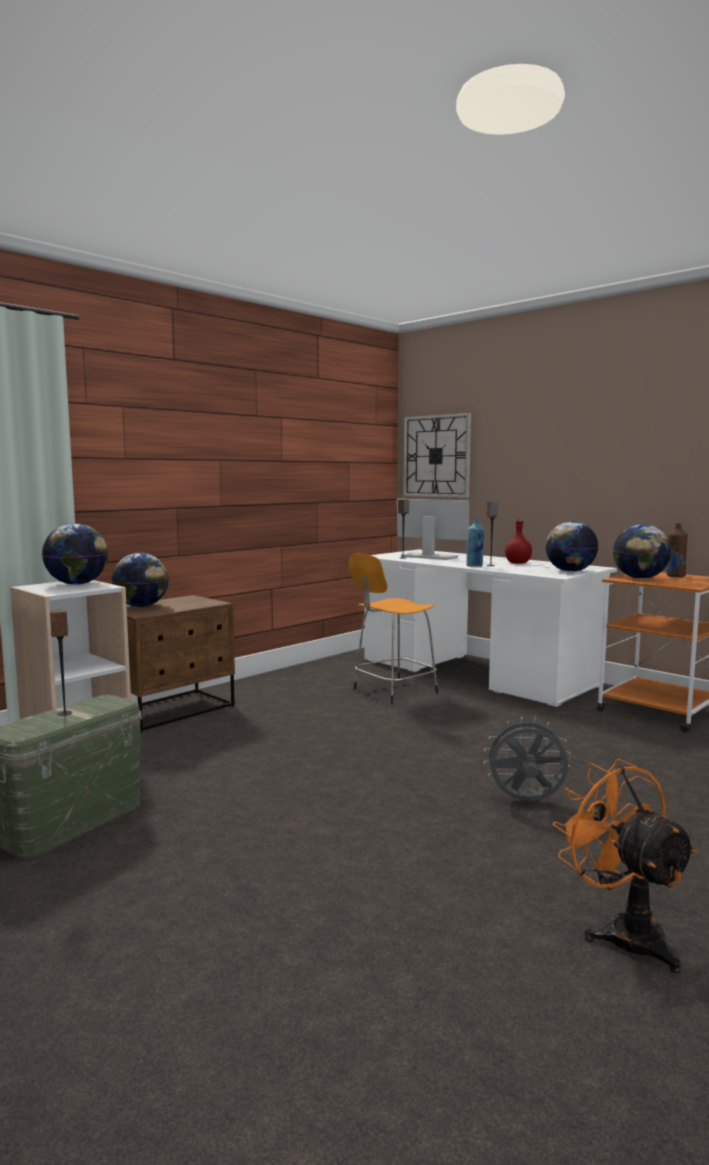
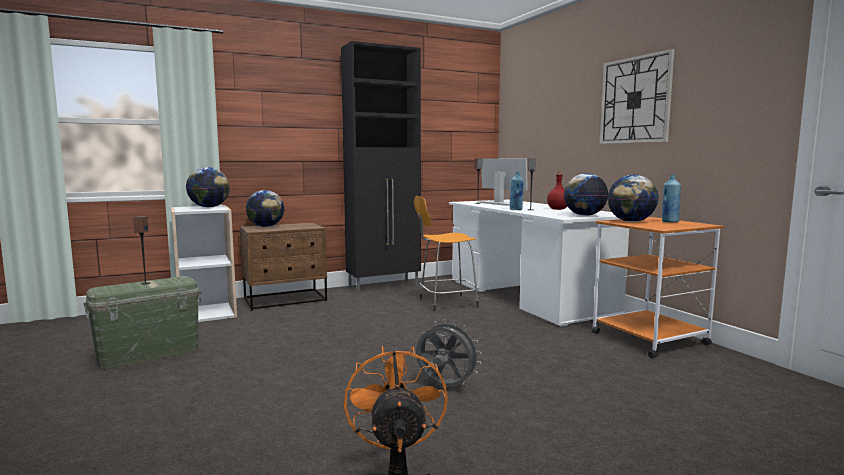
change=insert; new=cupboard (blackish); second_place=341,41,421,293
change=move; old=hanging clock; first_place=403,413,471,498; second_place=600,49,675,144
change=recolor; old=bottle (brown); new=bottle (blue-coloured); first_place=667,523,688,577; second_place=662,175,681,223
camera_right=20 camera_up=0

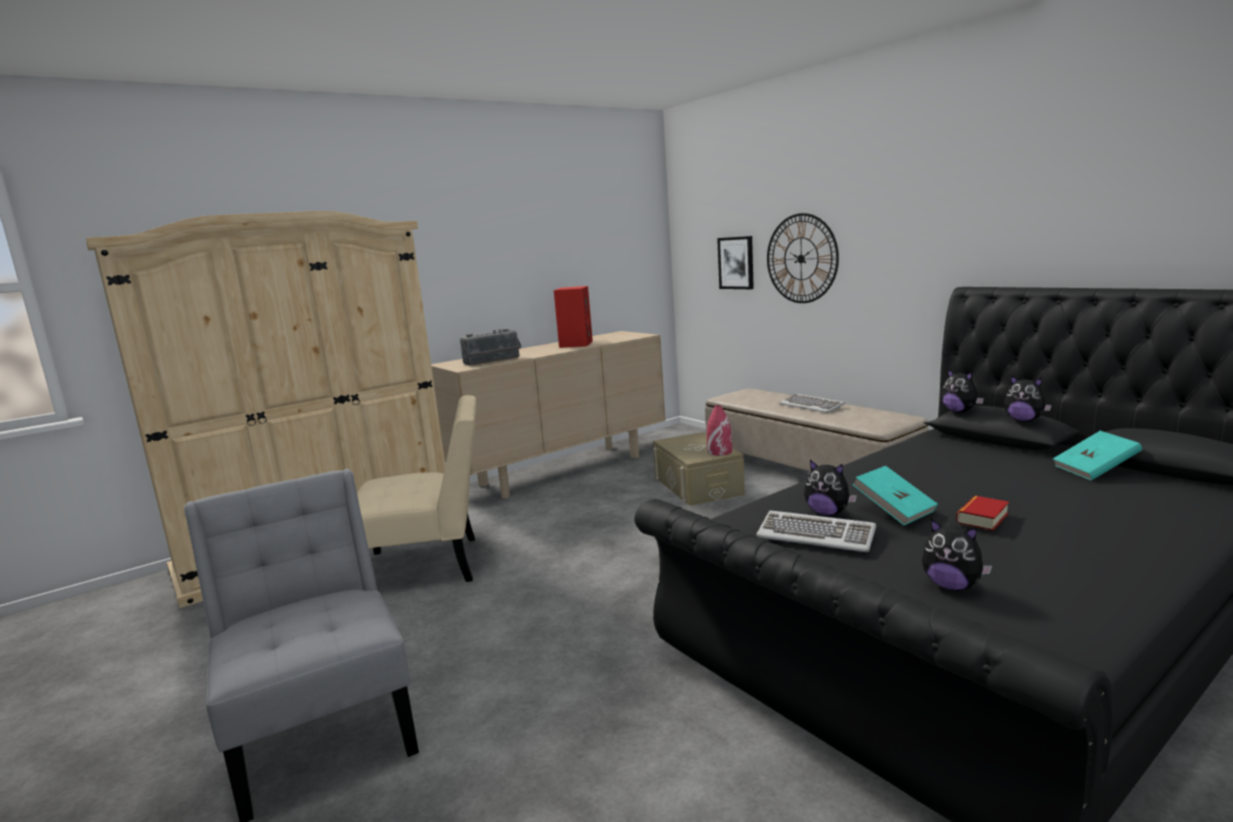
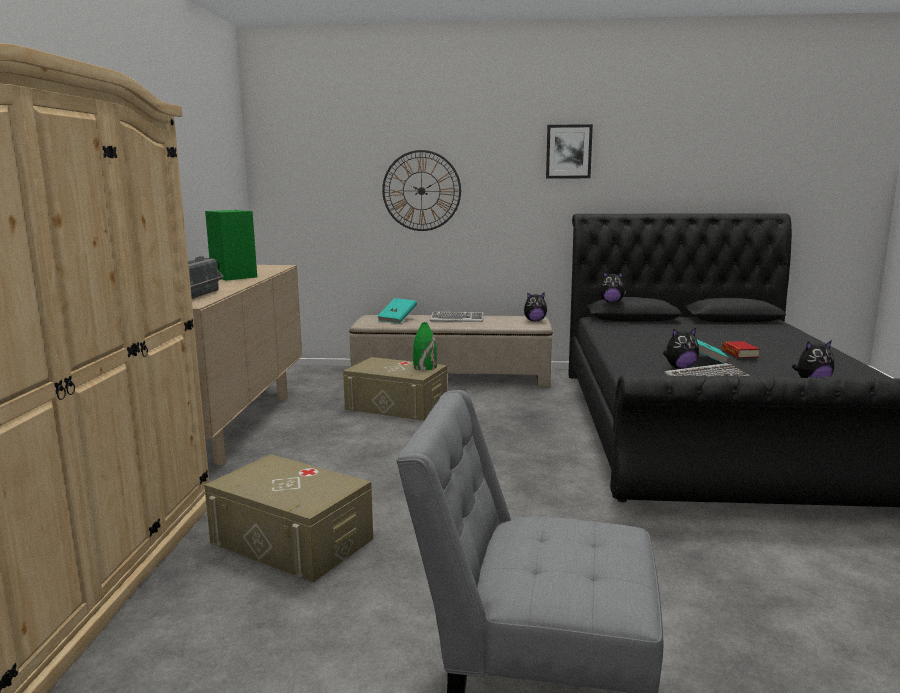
change=replace; old=upright chair (beige-coloured); new=storage box (beige-coloured); first_place=357,395,476,582; second_place=204,454,373,582
change=recolor; old=speaker (reddish); new=speaker (green-coloured); first_place=554,286,593,348; second_place=205,210,257,281
change=move; old=volume (turquoise-coloured); first_place=1053,431,1142,481; second_place=377,298,417,323
change=recolor; old=vase (reddish); new=vase (green-coloured); first_place=707,405,732,456; second_place=413,322,437,370
change=move; old=soft toy; first_place=1004,375,1052,422; second_place=524,292,547,321
change=move; old=wall picture; first_place=717,236,754,289; second_place=546,124,593,179
camera_right=-50 camera_up=0

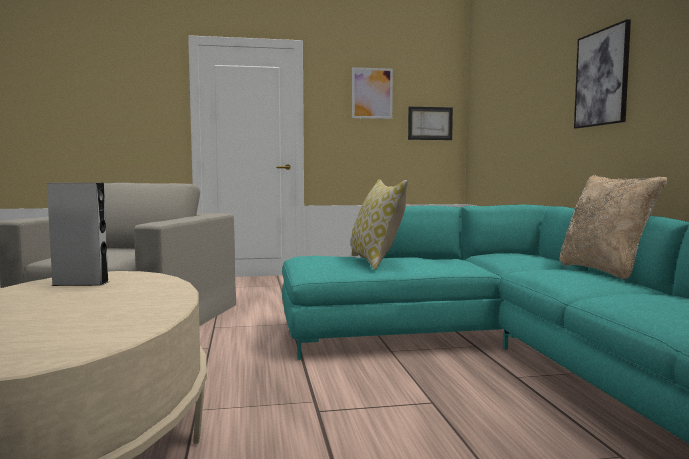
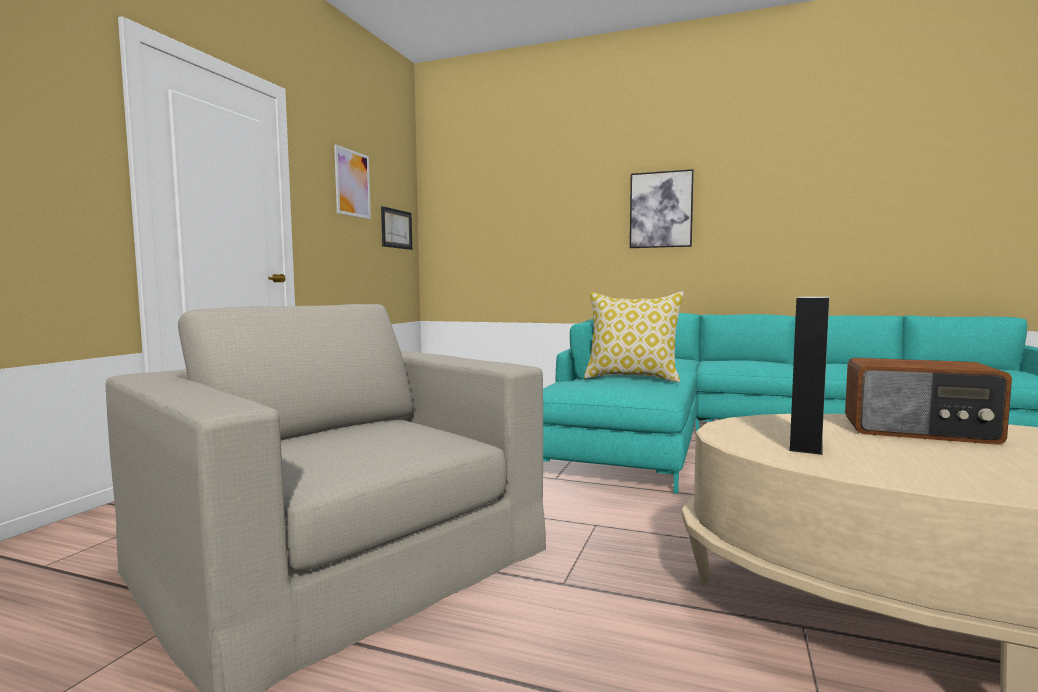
change=insert; new=radio receiver; second_place=845,358,1012,445
change=delete; old=throw pillow (beige-coloured); first_place=560,175,667,279
camera_right=-60 camera_up=0

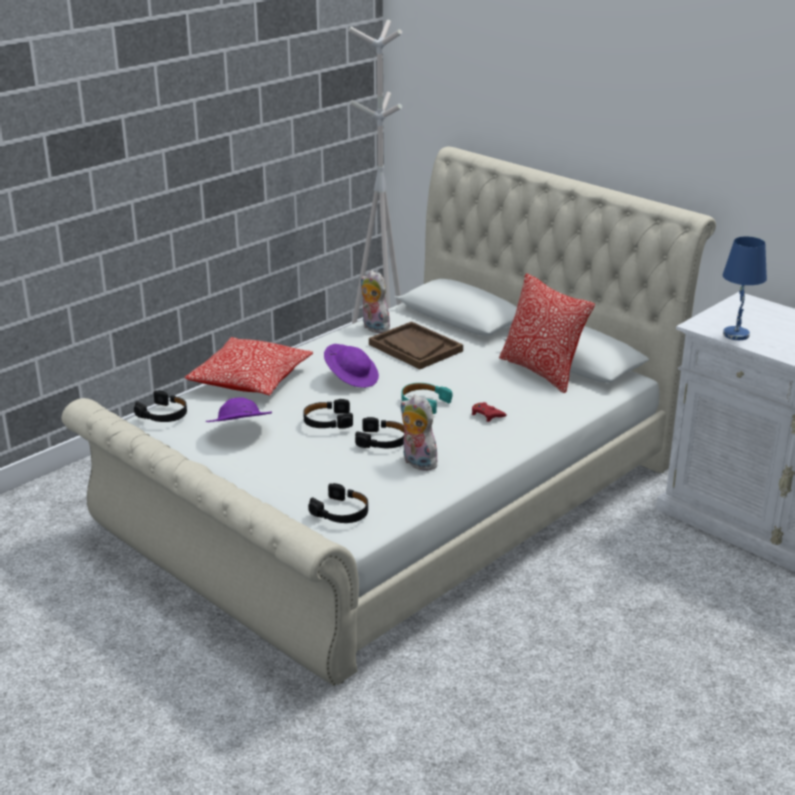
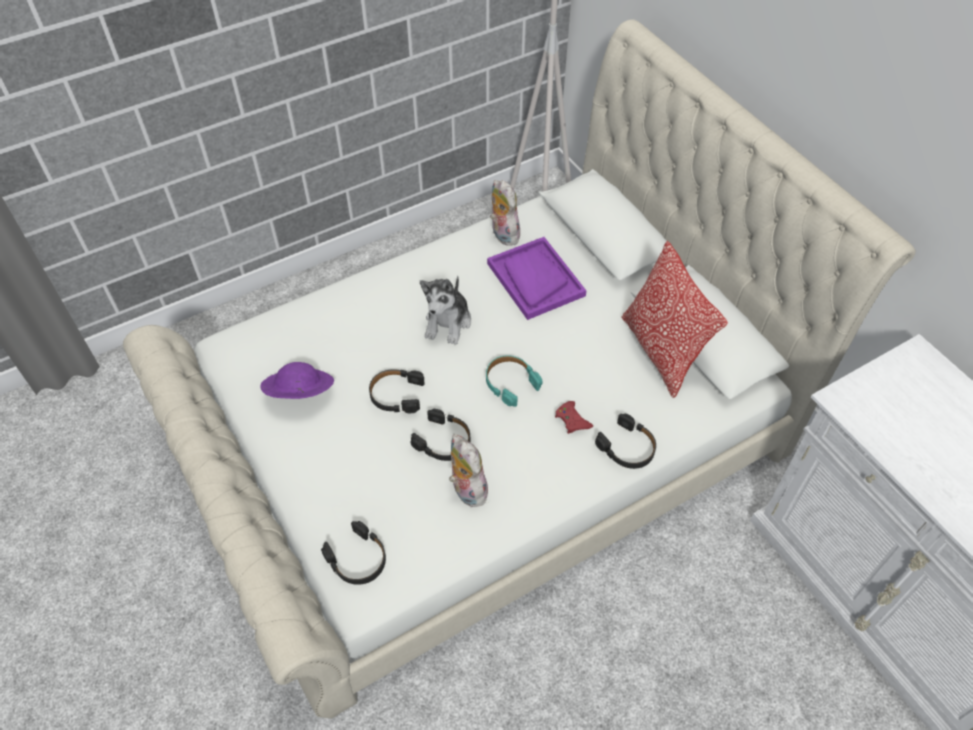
change=replace; old=hat (purple-coloured); new=soft toy; first_place=324,344,379,388; second_place=420,276,471,345
change=recolor; old=tray (brown); new=tray (purple-coloured); first_place=369,322,463,369; second_place=487,237,586,320
change=move; old=pair of headphones (blackish); first_place=134,390,187,422; second_place=595,414,656,469
change=delete; old=throw pillow; first_place=184,337,313,395
change=delete; old=table lamp (blue-coloured); first_place=723,236,767,340
camera_right=15 camera_up=25

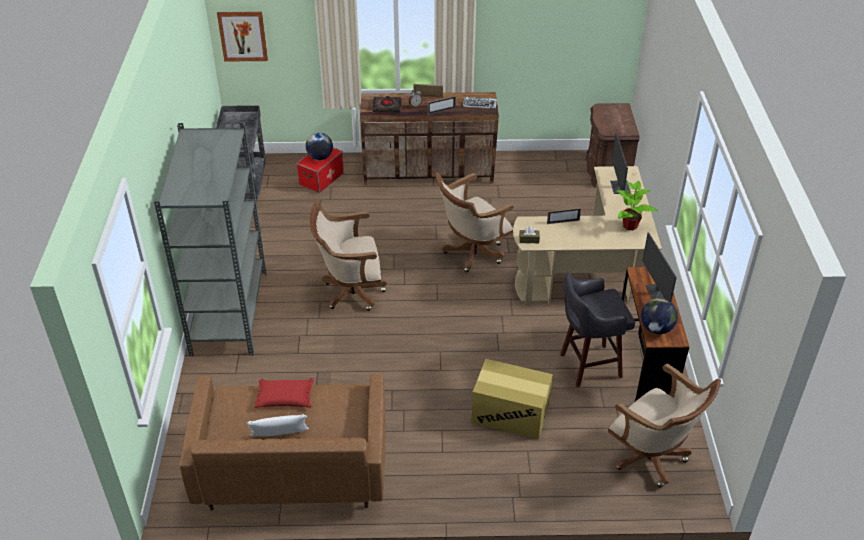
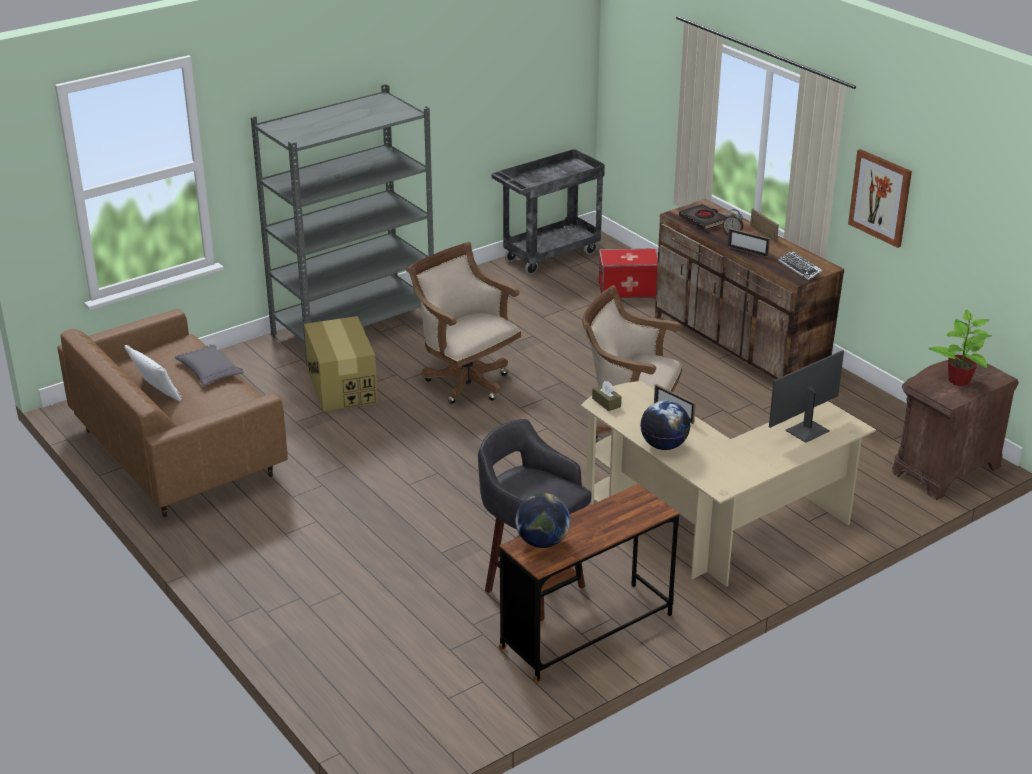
change=recolor; old=throw pillow (reddish); new=throw pillow (greyish); first_place=254,378,315,408; second_place=174,344,244,386
change=move; old=cardboard box; first_place=471,359,553,439; second_place=304,316,378,411
change=move; old=desk globe; first_place=305,133,333,160; second_place=640,400,690,450
change=move; old=wall picture; first_place=217,11,268,62; second_place=848,149,912,248
change=move; old=houseplant; first_place=617,181,658,230; second_place=928,310,992,386
change=delete; old=office chair; first_place=608,364,721,487
change=delete; old=computer screen; first_place=642,232,677,302
camera_right=55 camera_up=-10

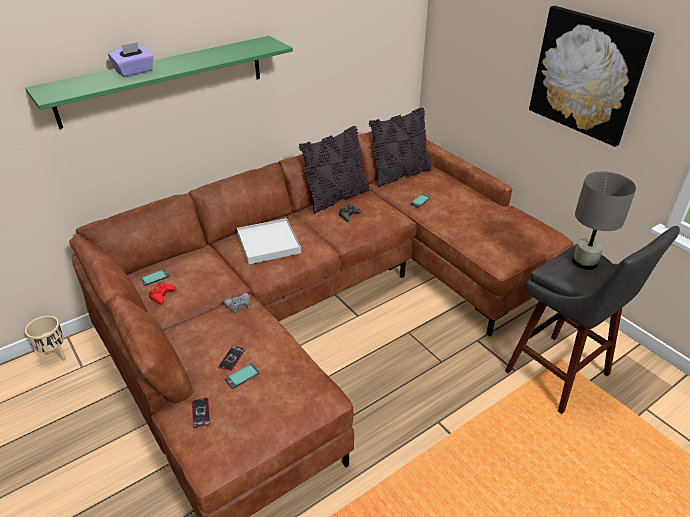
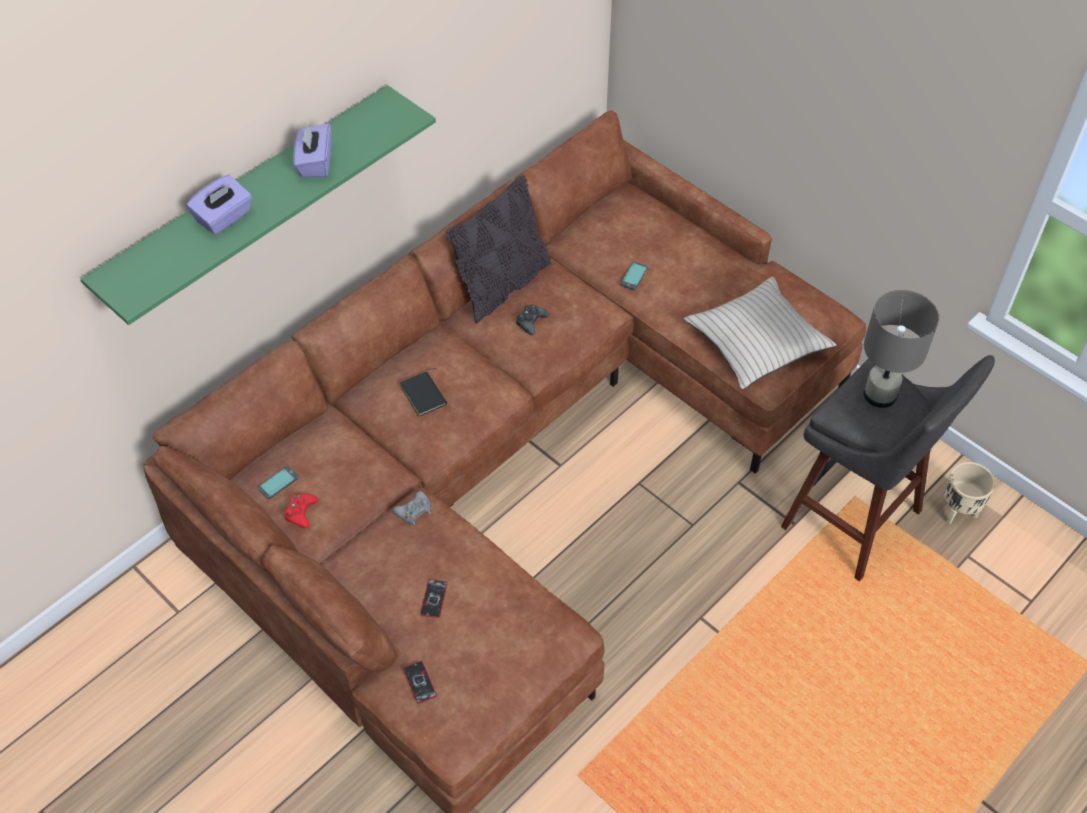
change=insert; new=tissue box (purple-coloured); second_place=293,123,332,178
change=replace; old=tray (white); new=volume (blackish); first_place=237,218,301,264; second_place=400,368,447,416
change=insert; new=throw pillow (beige-coloured); second_place=684,277,837,389
change=move; old=plant pot (beige-coloured); first_place=25,316,66,362; second_place=944,462,995,525
change=delete; old=telephone; first_place=225,364,260,389
change=delete; old=throw pillow (blackish); first_place=369,107,431,187
change=delete; old=wall picture; first_place=529,6,654,147
camera_right=-10 camera_up=15

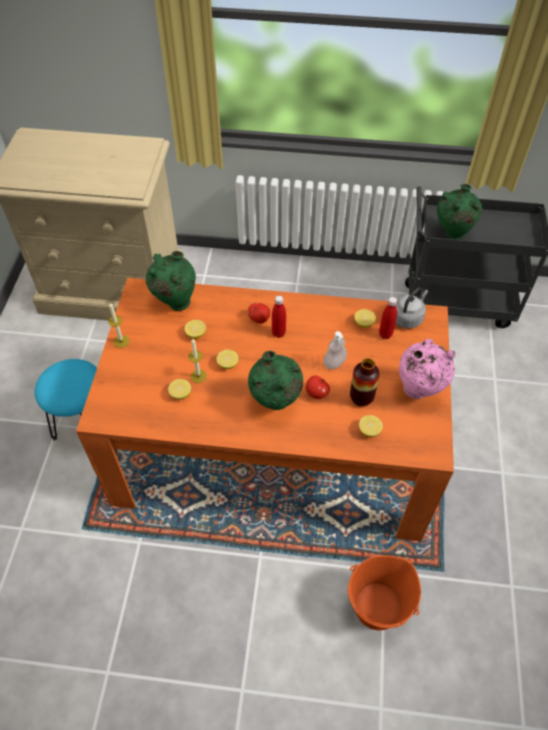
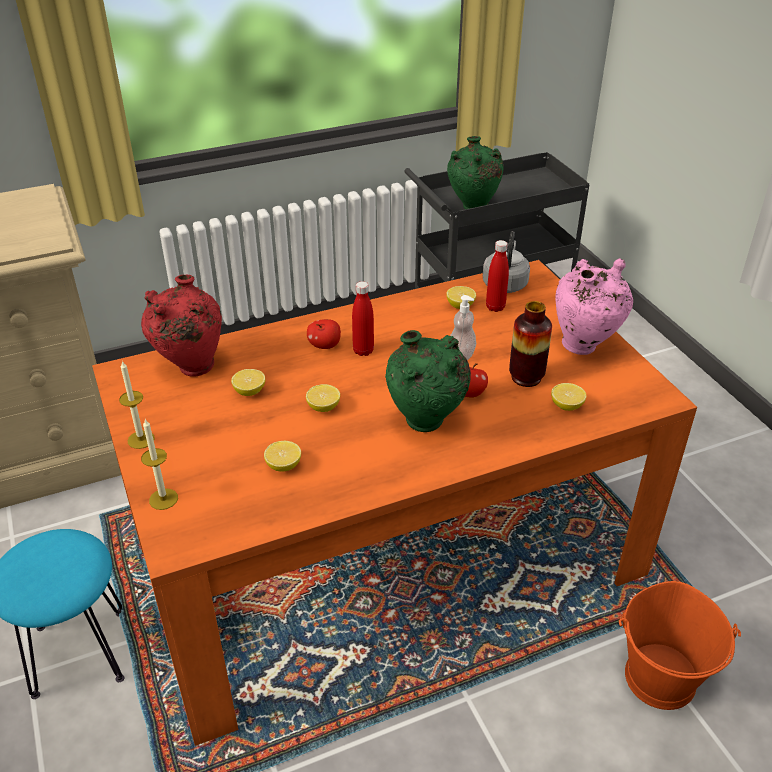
change=recolor; old=vase (green-coloured); new=vase (reddish); first_place=146,251,196,311; second_place=141,275,222,376
change=move; old=wax light; first_place=188,339,207,383; second_place=141,419,178,510
camera_right=-30 camera_up=-15

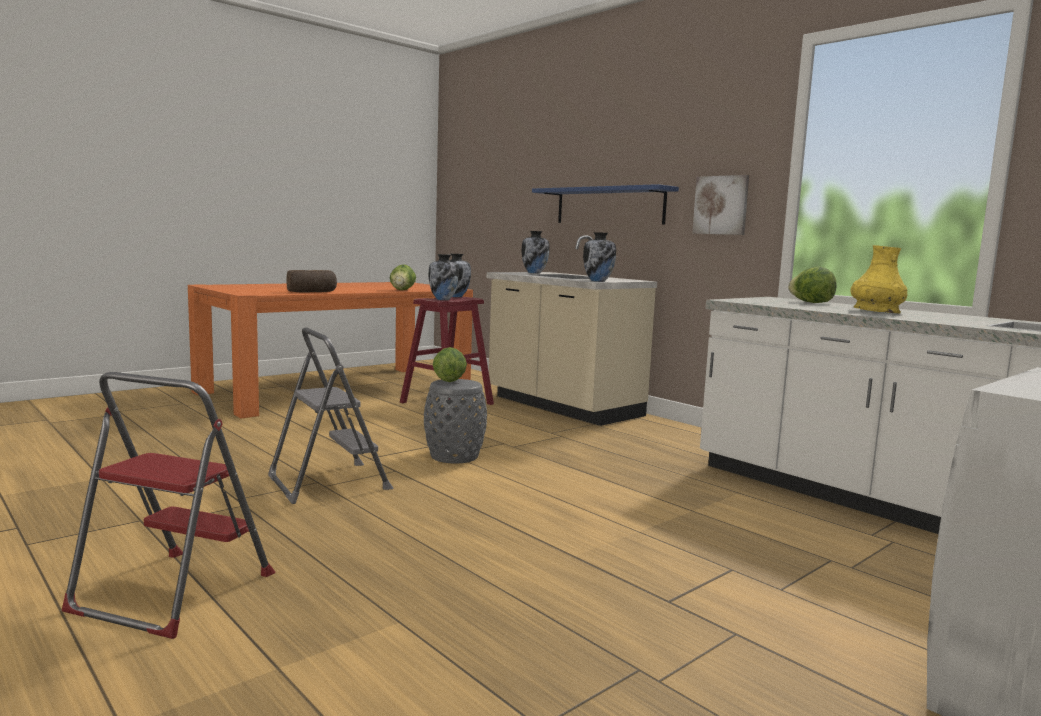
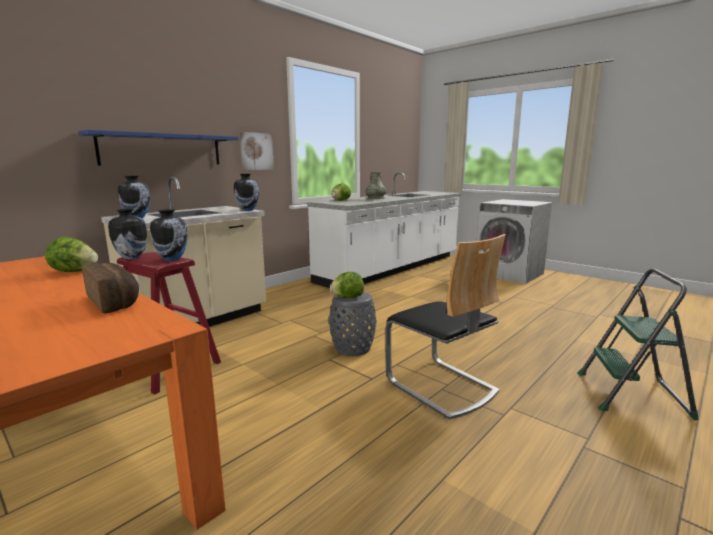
change=recolor; old=vase (yellowish); new=vase (greyish); first_place=851,245,907,314; second_place=365,172,387,199
change=replace; old=step ladder (greyish); new=upright chair; first_place=268,327,394,504; second_place=385,234,506,419
change=recolor; old=step ladder (reddish); new=step ladder (green-coloured); first_place=62,372,276,639; second_place=577,269,699,420
camera_right=-95 camera_up=5

